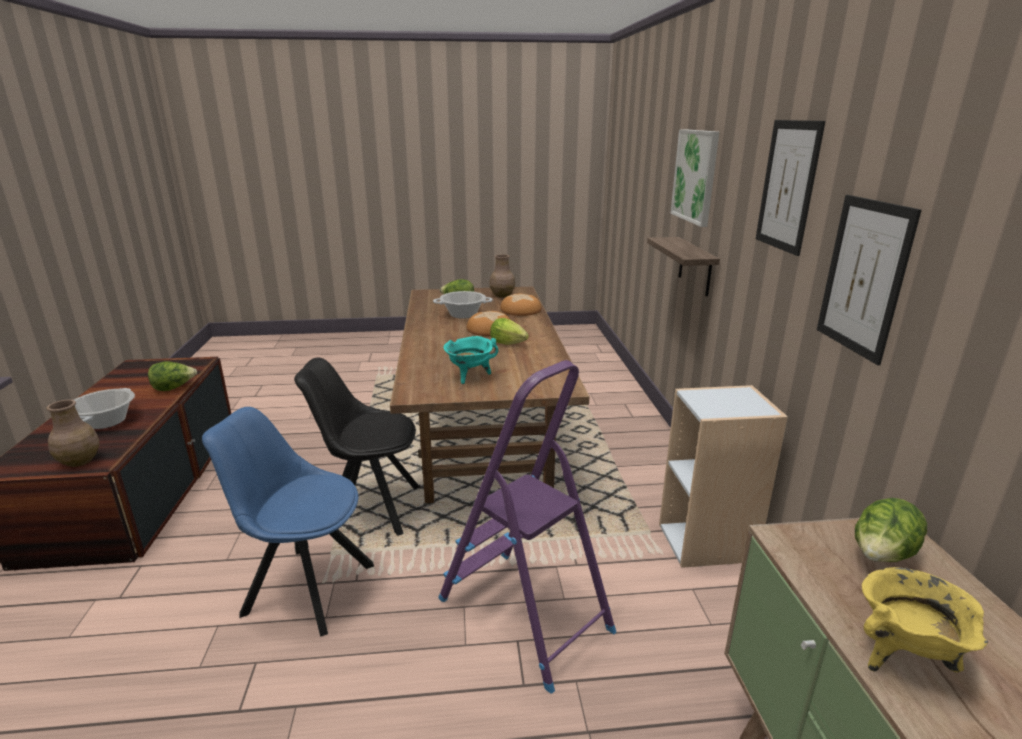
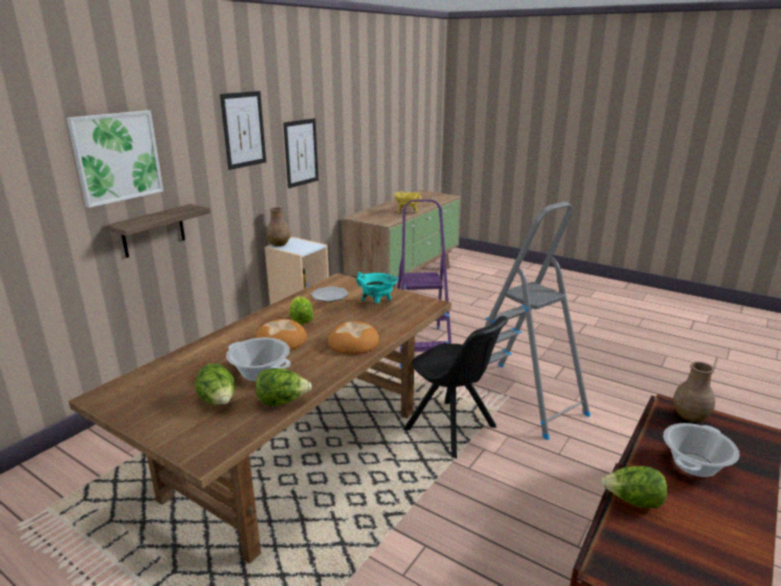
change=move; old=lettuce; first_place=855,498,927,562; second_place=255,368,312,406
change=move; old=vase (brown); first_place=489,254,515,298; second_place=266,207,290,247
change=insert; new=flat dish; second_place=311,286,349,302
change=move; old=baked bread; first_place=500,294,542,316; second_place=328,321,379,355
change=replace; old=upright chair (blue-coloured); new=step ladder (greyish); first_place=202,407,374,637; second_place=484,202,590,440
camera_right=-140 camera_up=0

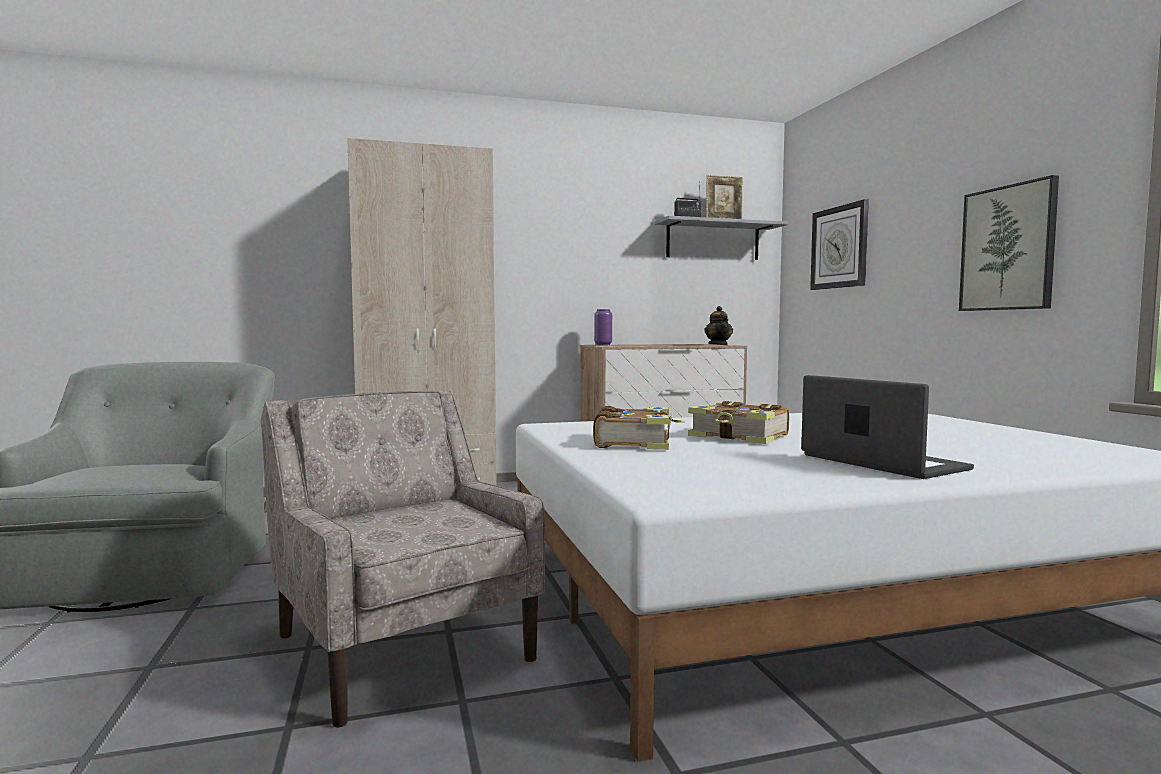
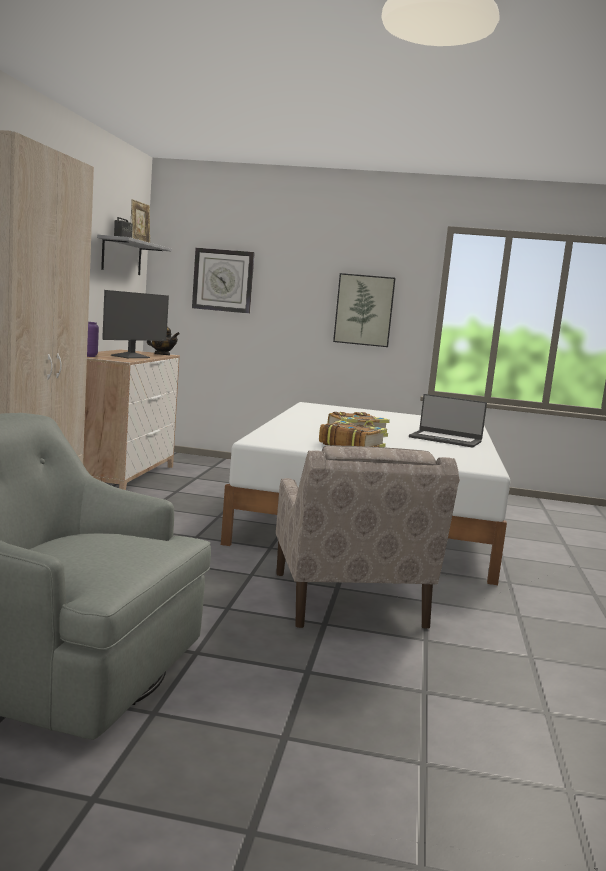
change=insert; new=computer screen; second_place=102,290,169,358
change=rotate; old=lounge chair (beige-coloured); first_place=260,391,545,728; second_place=276,445,460,629; degrees=-90
change=rotate; old=laptop; first_place=801,375,974,479; second_place=409,394,487,447; degrees=-150
camera_right=-65 camera_up=5

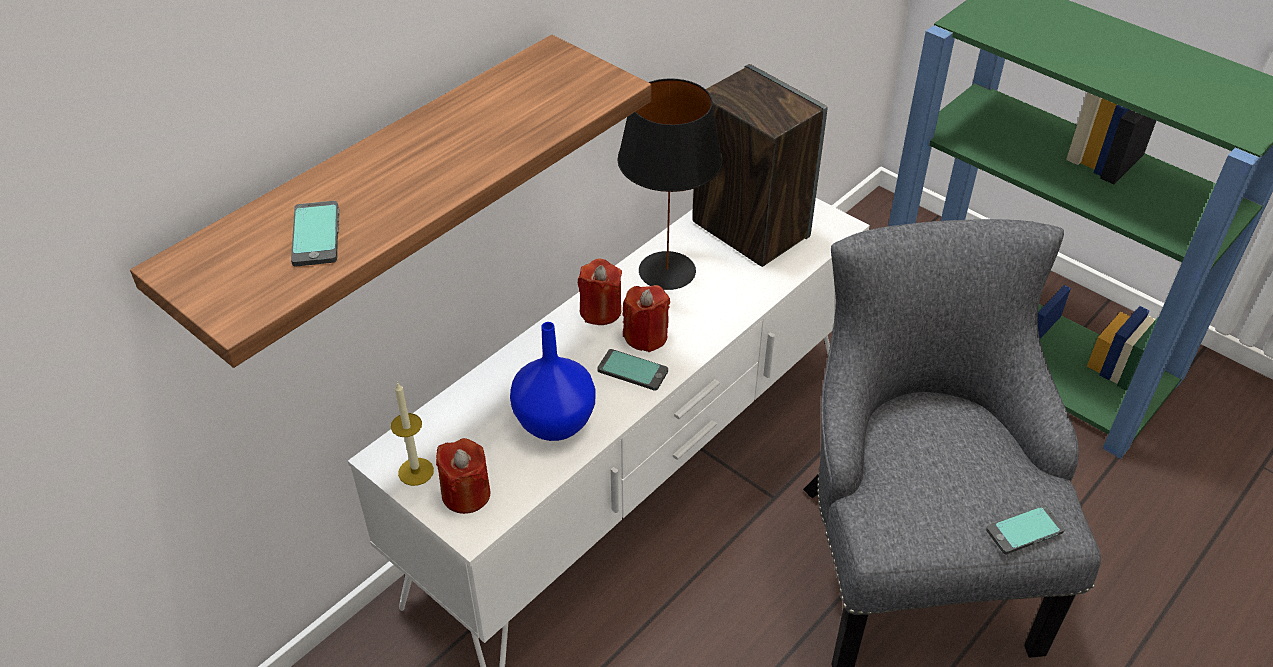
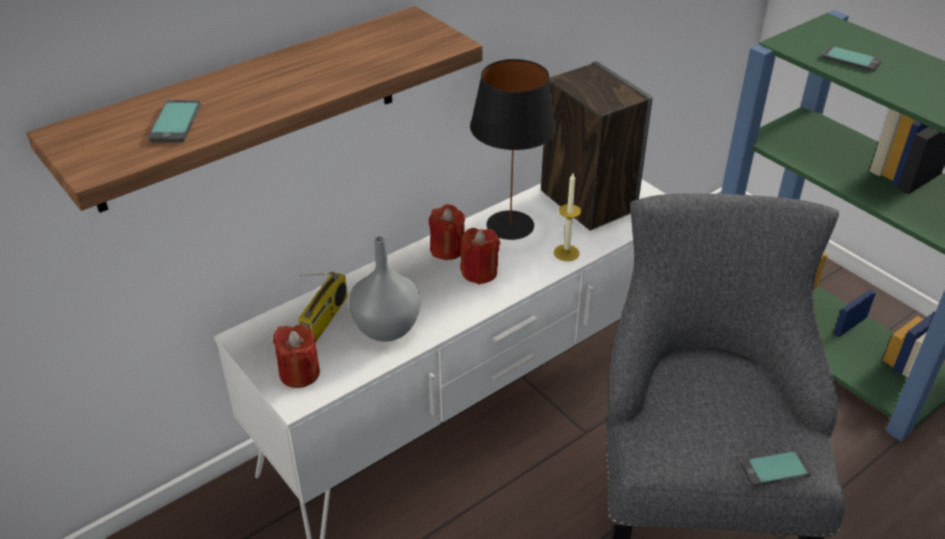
change=insert; new=radio receiver; second_place=298,272,348,343
change=recolor; old=vase (blue-coloured); new=vase (greyish); first_place=510,322,595,441; second_place=349,236,420,342
change=move; old=wax light; first_place=391,382,434,486; second_place=554,173,581,261
change=move; old=telephone; first_place=597,349,668,391; second_place=822,46,882,72
camera_right=10 camera_up=-5

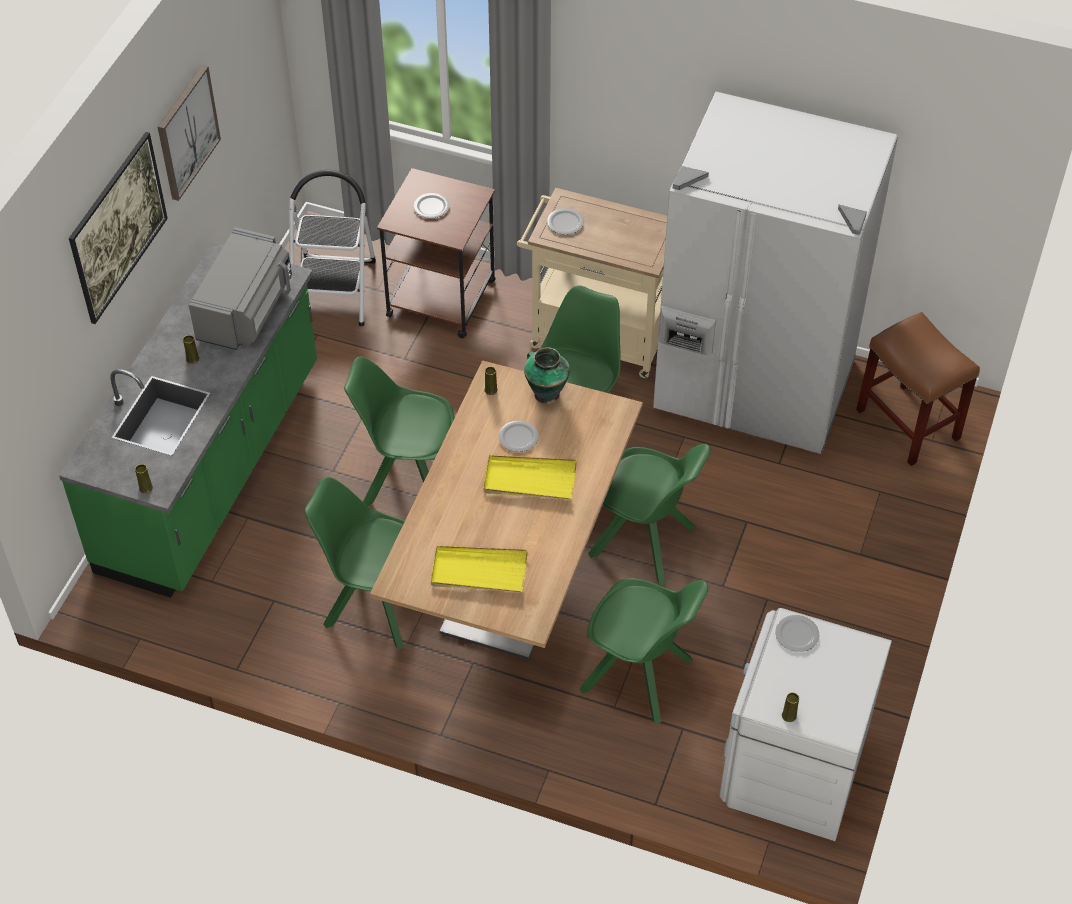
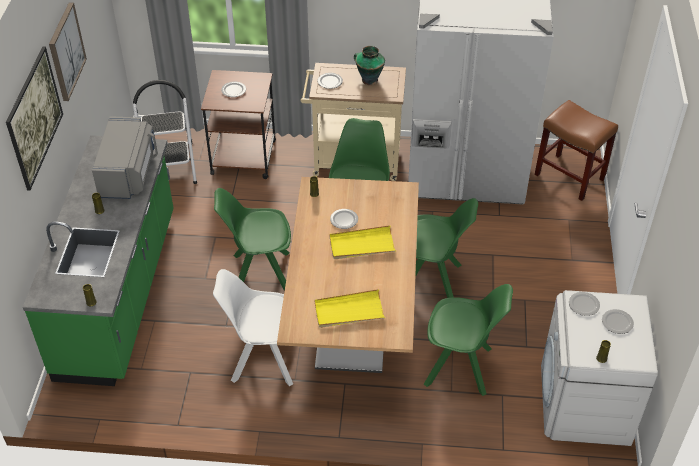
change=recolor; old=upright chair (green-coloured); new=upright chair (white); first_place=305,477,405,650; second_place=213,269,293,386
change=move; old=vase; first_place=524,347,570,404; second_place=354,46,385,85
change=insert; new=flat dish; second_place=602,309,634,334
camera_right=-15 camera_up=-5

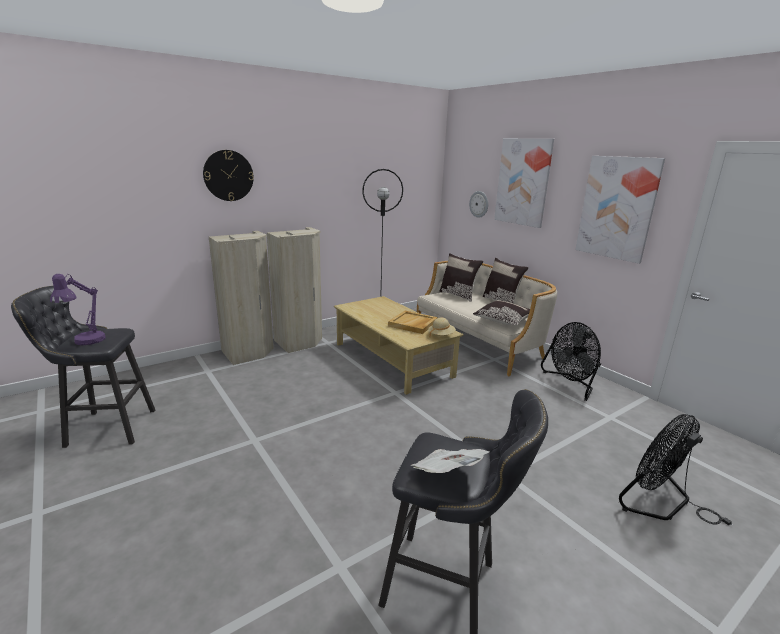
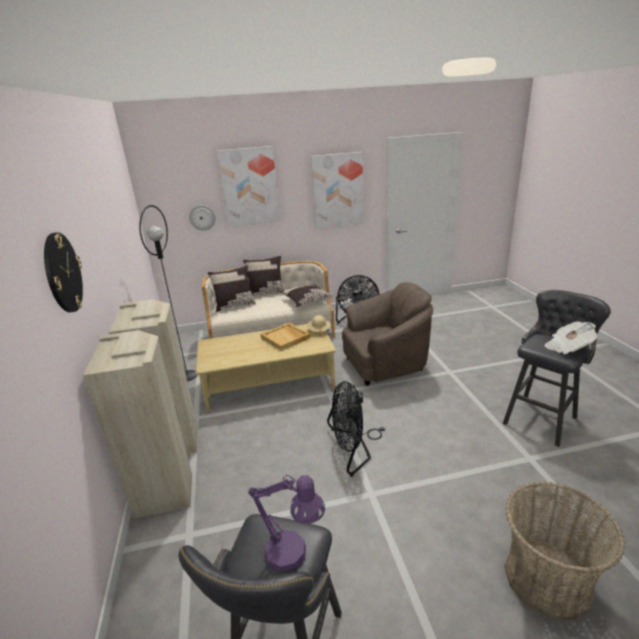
change=move; old=fan (blackish); first_place=619,414,733,525; second_place=327,381,386,477
change=insert; new=lounge chair (brown); second_place=342,282,433,385
change=insert; new=basket; second_place=504,481,625,620
camera_right=-65 camera_up=5

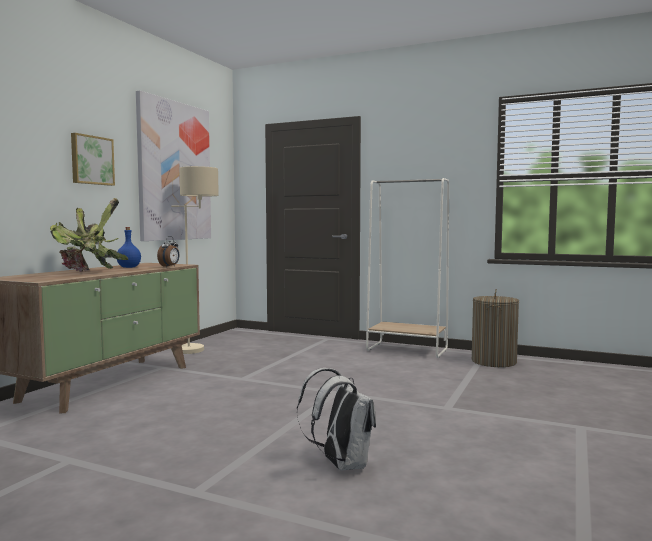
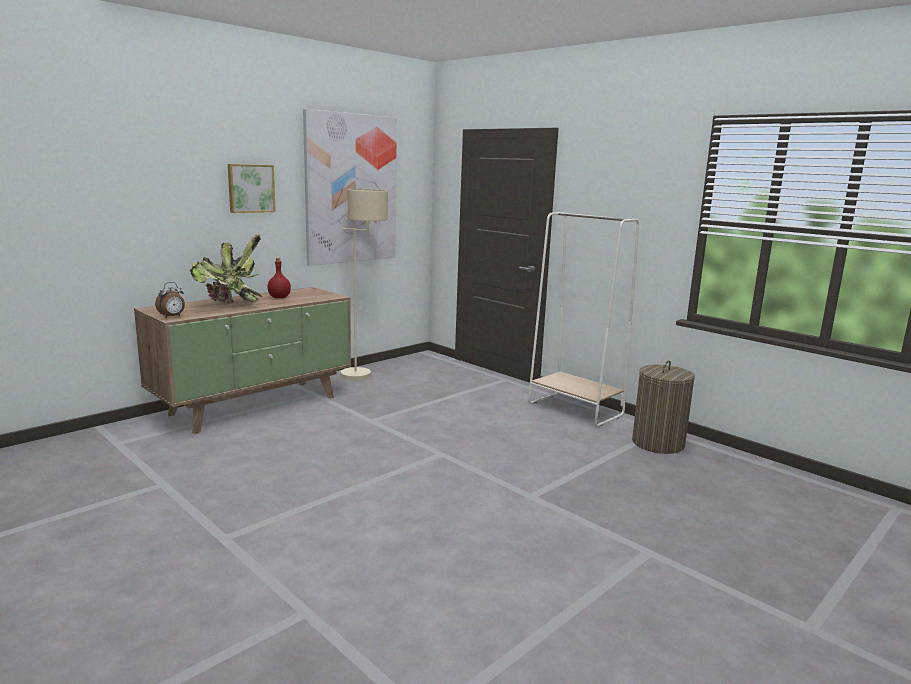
change=move; old=bedside clock; first_place=157,236,179,267; second_place=155,282,185,318
change=recolor; old=bottle (blue-coloured); new=bottle (reddish); first_place=117,227,141,268; second_place=267,258,291,298
change=delete; old=rucksack (white); first_place=297,368,376,471
camera_right=20 camera_up=10

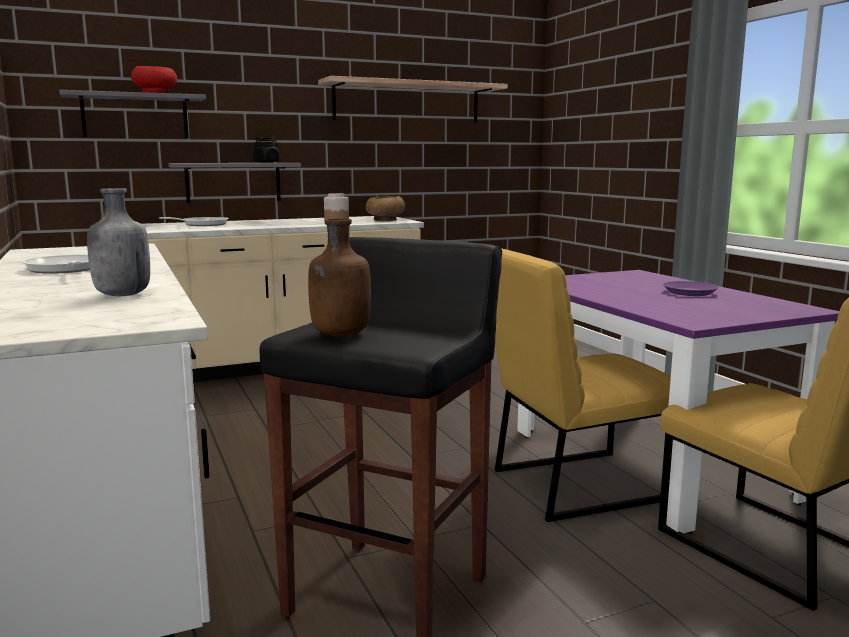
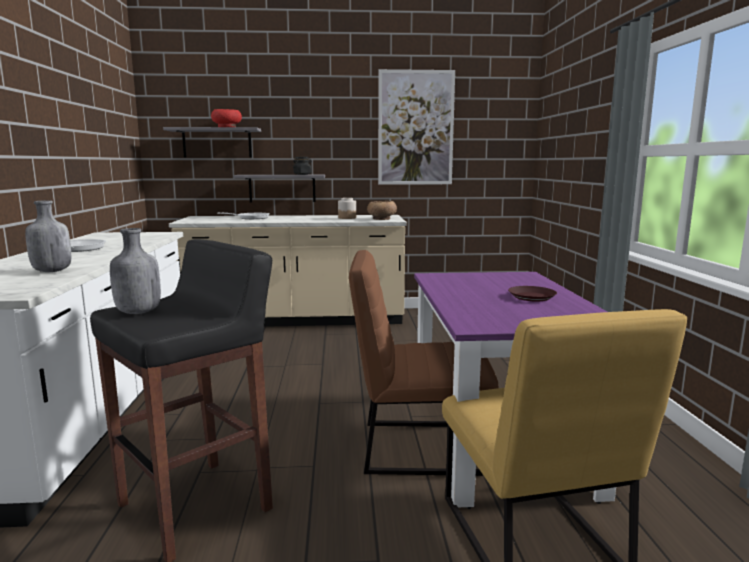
change=recolor; old=bottle (brown); new=bottle (greyish); first_place=308,218,371,337; second_place=110,228,161,314
change=recolor; old=upright chair (yellowish); new=upright chair (brown); first_place=495,249,671,522; second_place=349,250,498,476
change=replace; old=shelf; new=wall picture; first_place=318,76,508,122; second_place=378,69,455,185
change=recolor; old=flat dish (purple-coloured); new=flat dish (brown); first_place=662,281,719,296; second_place=508,286,557,301
camera_right=20 camera_up=0

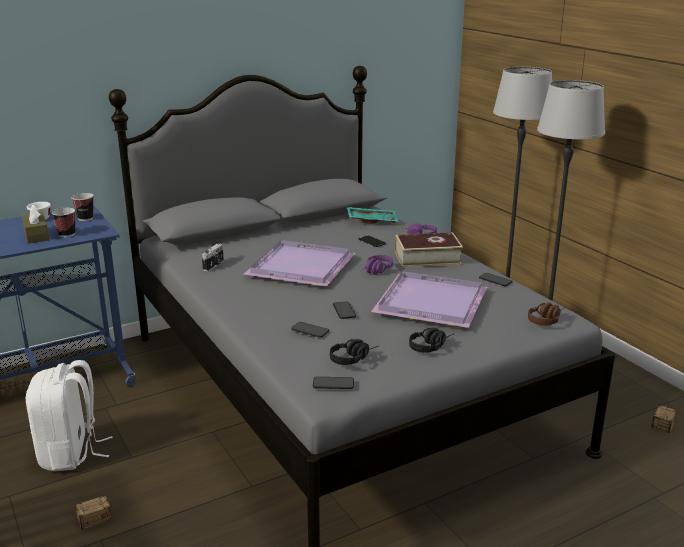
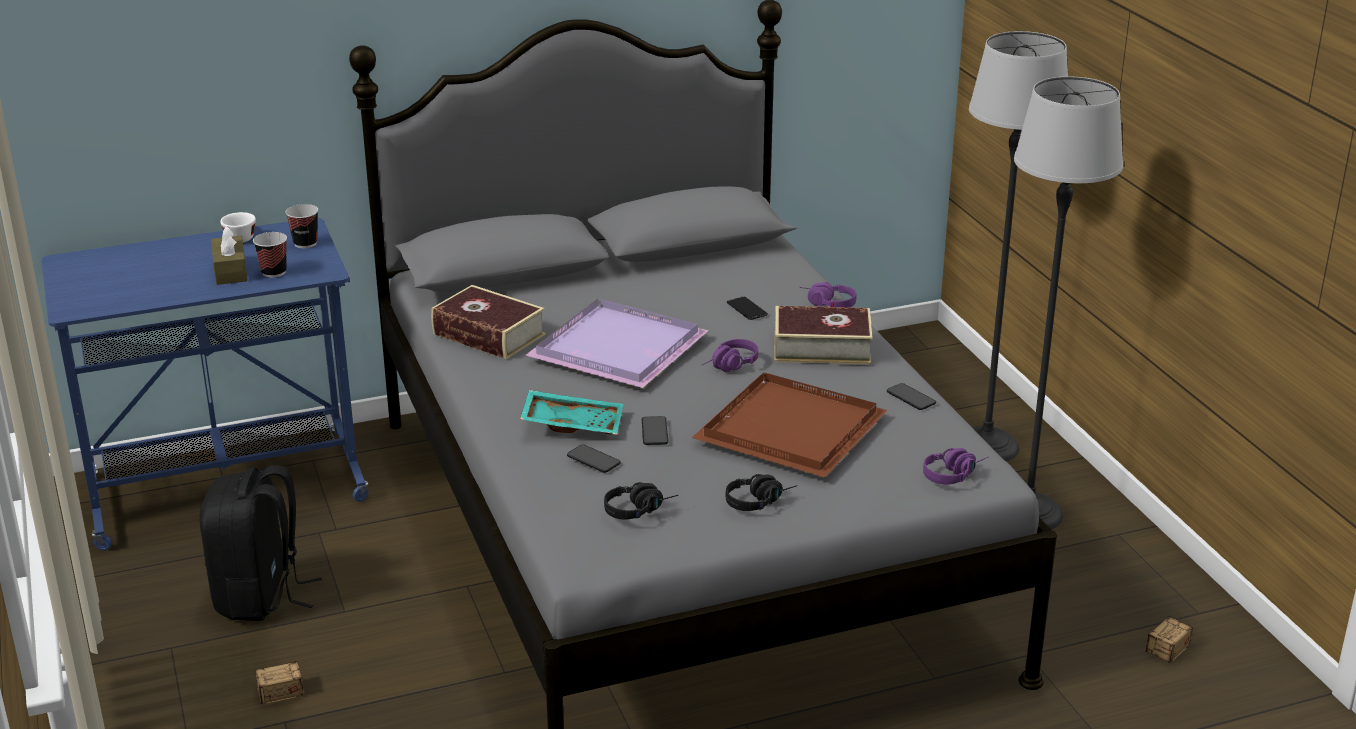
change=recolor; old=rucksack (white); new=rucksack (blackish); first_place=26,360,113,471; second_place=199,465,322,621
change=replace; old=photo camera; new=volume; first_place=202,244,224,272; second_place=431,285,546,359
change=move; old=tray (turquoise-coloured); first_place=347,207,399,224; second_place=520,390,623,435
change=recolor; old=tray (purple-coloured); new=tray (brown); first_place=371,271,487,328; second_place=692,372,887,478
change=recolor; old=pair of headphones (brown); new=pair of headphones (purple-coloured); first_place=528,302,566,326; second_place=923,448,989,484
change=delete; old=telephone; first_place=313,377,354,389
camera_right=10 camera_up=5

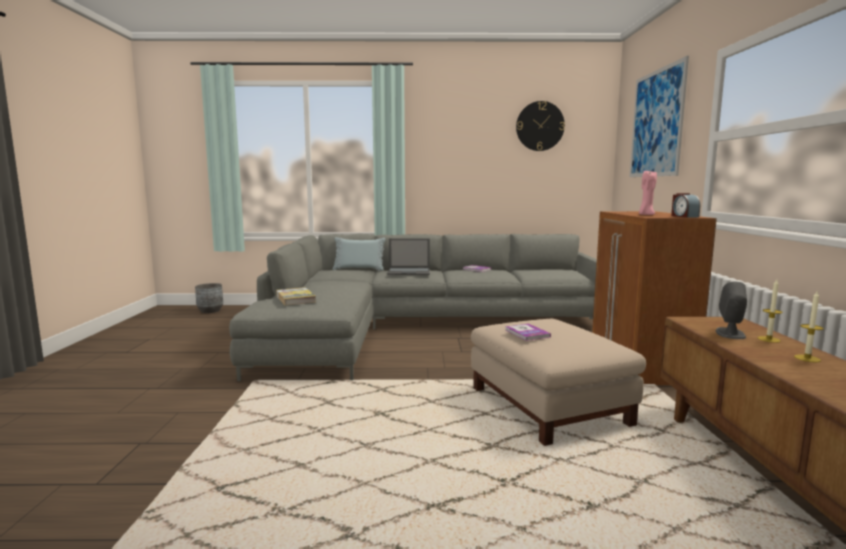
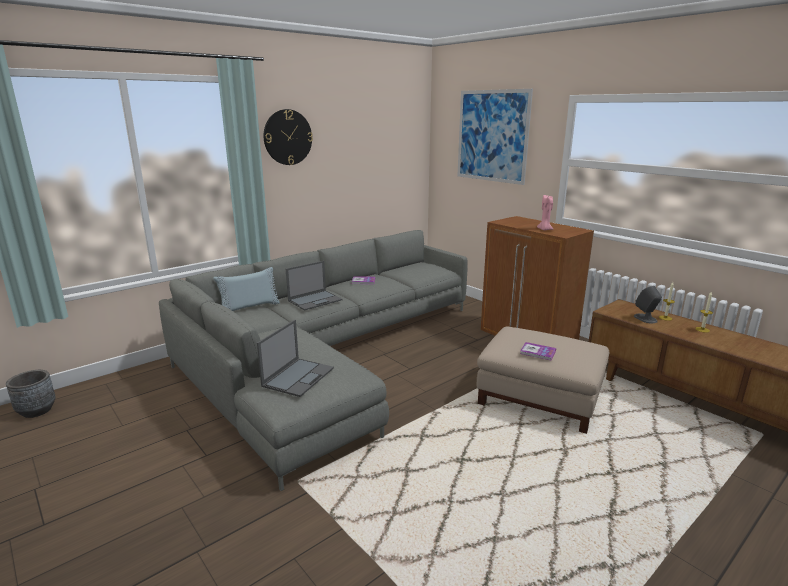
change=replace; old=volume; new=laptop; first_place=276,287,316,305; second_place=257,320,334,397
change=move; old=hanging clock; first_place=516,101,565,151; second_place=264,109,313,165
change=delete; old=bedside clock; first_place=671,193,700,218
camera_right=-40 camera_up=10

